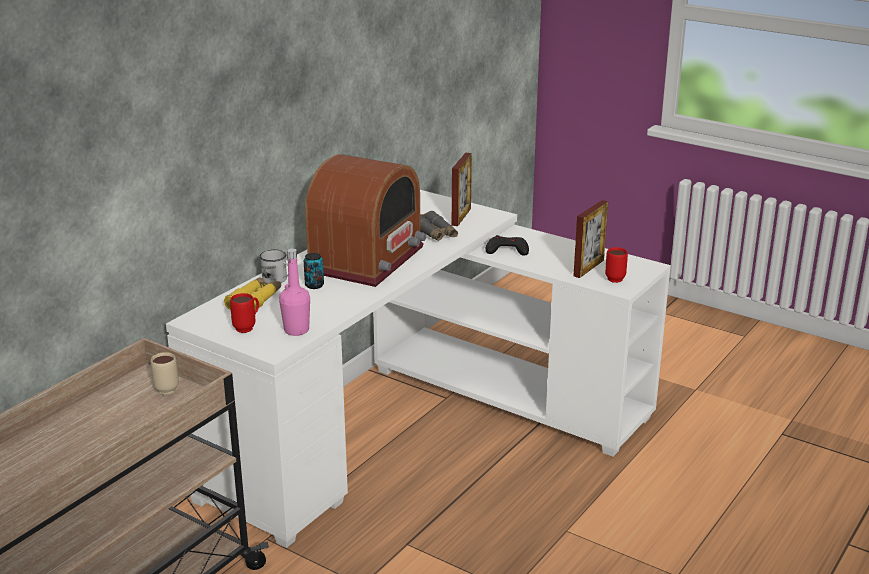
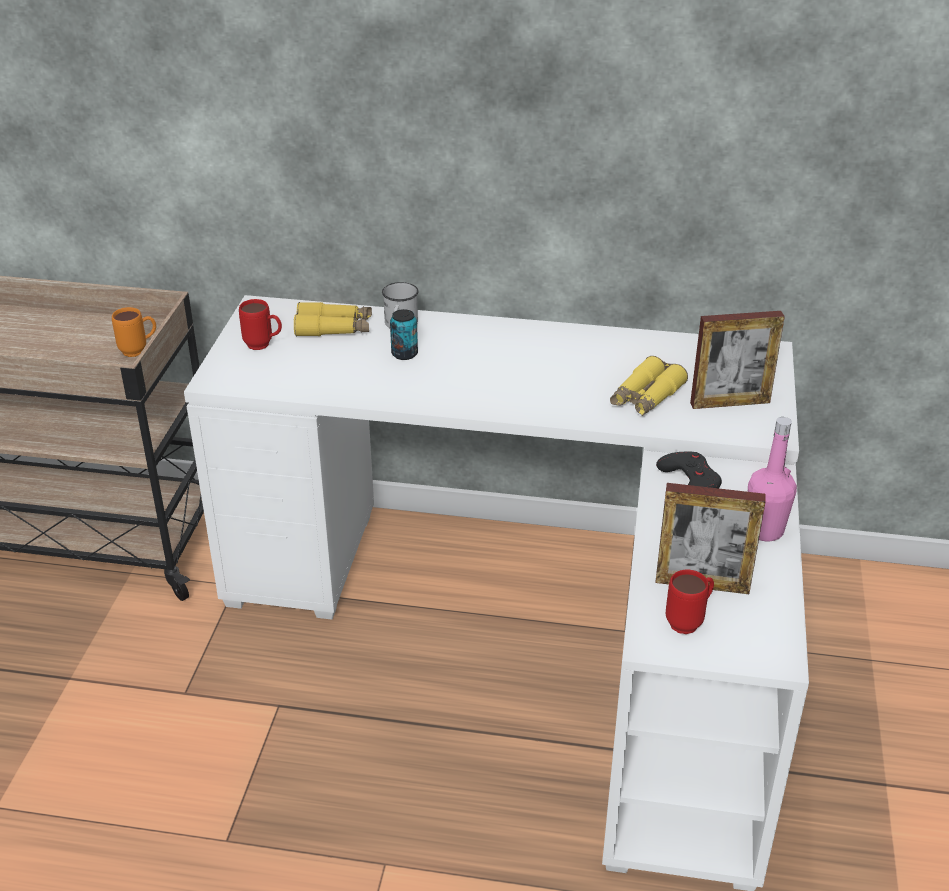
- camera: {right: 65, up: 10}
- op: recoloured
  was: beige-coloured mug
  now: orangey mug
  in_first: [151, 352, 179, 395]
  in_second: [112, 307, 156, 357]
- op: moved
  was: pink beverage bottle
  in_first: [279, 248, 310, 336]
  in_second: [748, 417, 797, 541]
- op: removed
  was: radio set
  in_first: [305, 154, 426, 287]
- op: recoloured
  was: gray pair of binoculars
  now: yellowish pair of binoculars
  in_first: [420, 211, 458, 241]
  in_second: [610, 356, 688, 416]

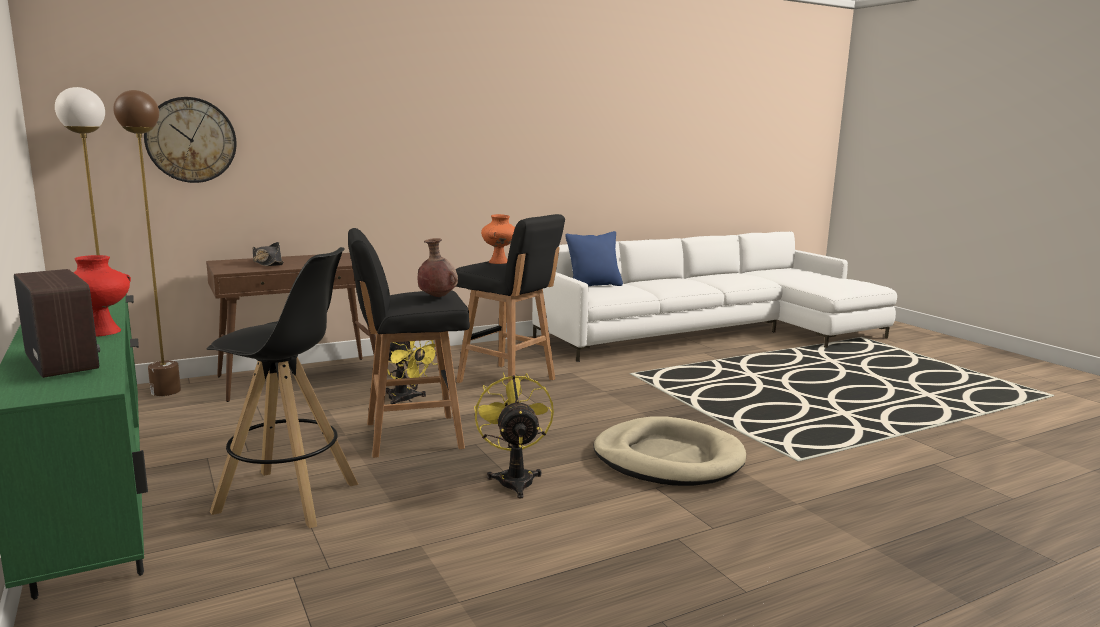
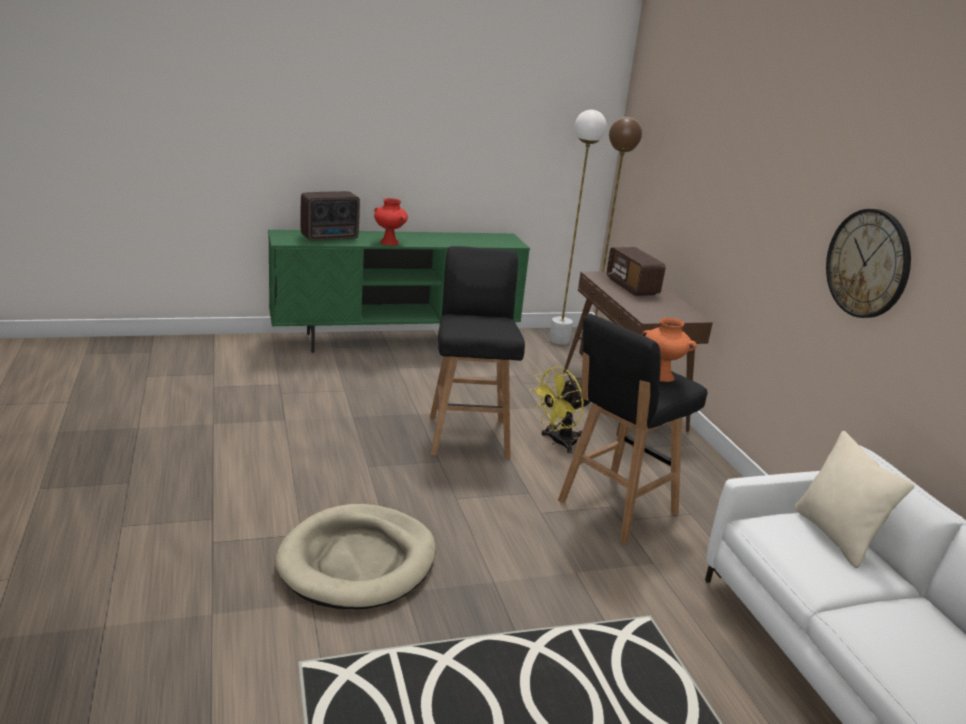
- camera: {right: 100, up: 10}
- op: moved
  was: clock on the wall
  in_first: [144, 97, 237, 183]
  in_second: [826, 209, 911, 318]
- op: removed
  was: black-coloured stool seat
  in_first: [207, 247, 359, 528]
- op: replaced
  was: black-coloured hat
  now: radio set
  in_first: [252, 242, 284, 266]
  in_second: [607, 247, 666, 296]
- op: removed
  was: brown decorative vase
  in_first: [418, 238, 458, 297]
- op: removed
  was: yellowish fan
  in_first: [474, 372, 554, 499]
- op: recoloured
  was: blue cushion
  now: beige-coloured cushion
  in_first: [565, 231, 623, 286]
  in_second: [794, 431, 915, 568]

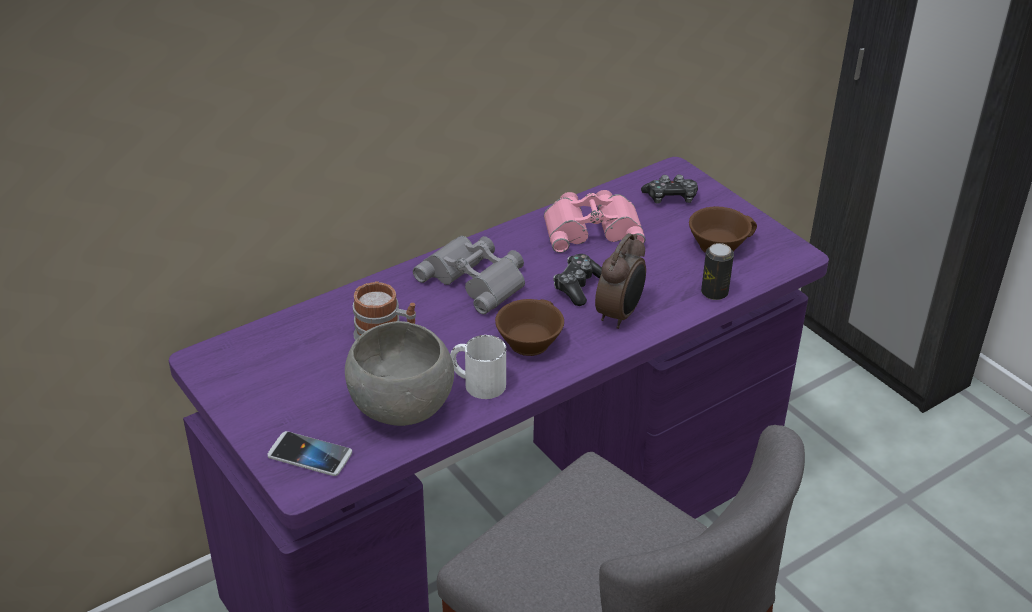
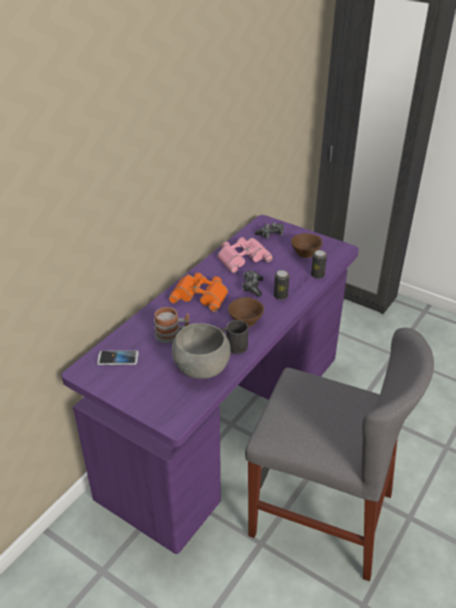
- camera: {right: -20, up: 0}
- op: moved
  was: telephone
  in_first: [267, 431, 352, 476]
  in_second: [97, 350, 139, 365]
- op: recoloured
  was: gray pair of binoculars
  now: orangey pair of binoculars
  in_first: [413, 236, 525, 314]
  in_second: [169, 273, 228, 312]
- op: recoloured
  was: white mug
  now: black-coloured mug
  in_first: [450, 335, 506, 399]
  in_second: [220, 320, 248, 354]
- op: replaced
  was: alarm clock
  now: metal can
  in_first: [595, 233, 646, 329]
  in_second: [274, 270, 289, 300]

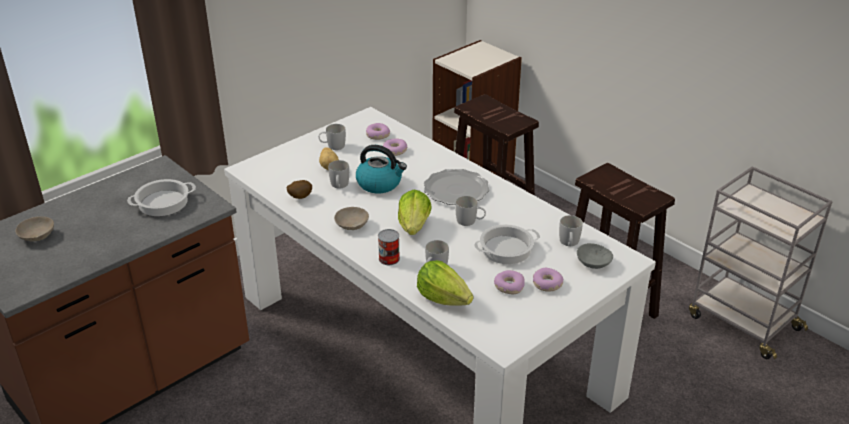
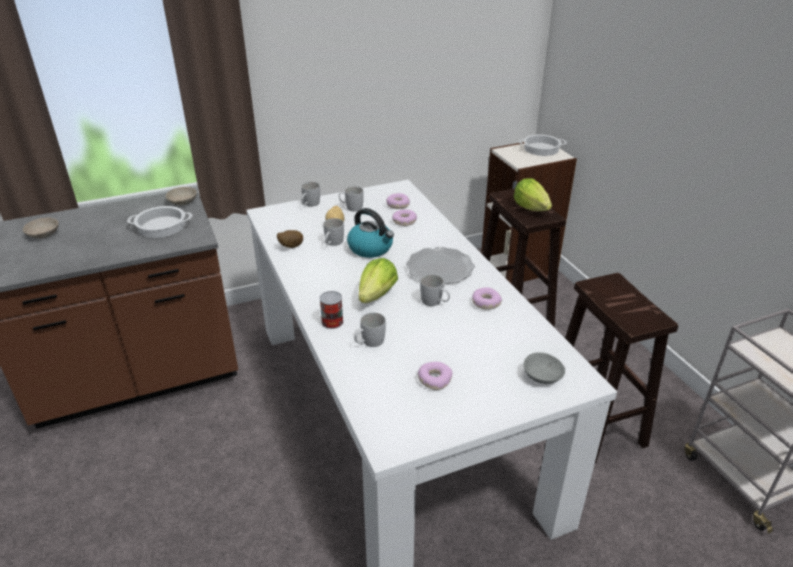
- camera: {right: 20, up: 0}
- op: moved
  was: beige-coloured serving bowl
  in_first: [334, 207, 369, 230]
  in_second: [165, 187, 197, 205]
- op: moved
  was: head of lettuce
  in_first: [417, 260, 473, 305]
  in_second: [514, 178, 552, 211]
- op: moved
  was: stockpot
  in_first: [474, 225, 540, 264]
  in_second: [519, 134, 567, 156]
- op: moved
  was: ring doughnut
  in_first: [533, 268, 563, 292]
  in_second: [472, 287, 502, 310]
- op: moved
  was: white mug
  in_first: [559, 215, 583, 246]
  in_second: [301, 182, 320, 207]

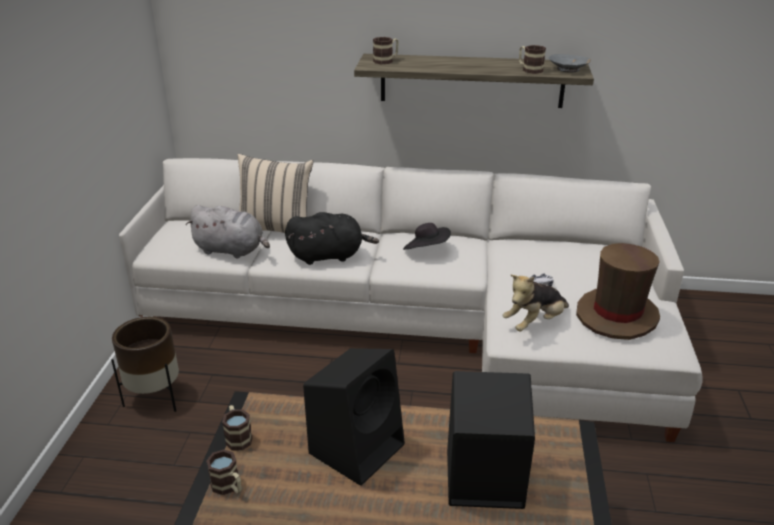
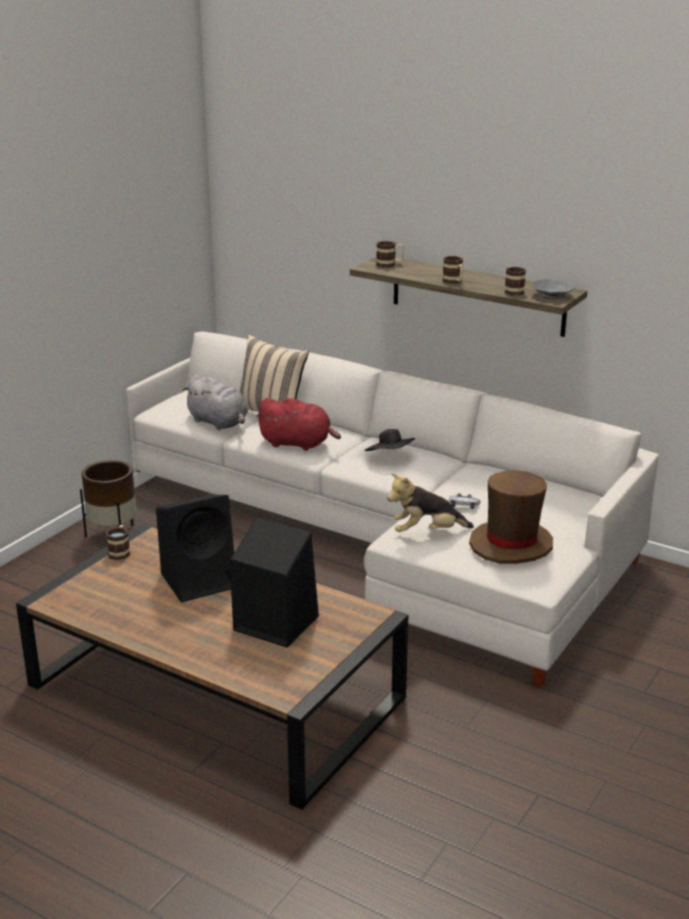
- camera: {right: 25, up: -5}
- op: moved
  was: mug
  in_first: [206, 449, 242, 495]
  in_second: [442, 256, 463, 284]
- op: recoloured
  was: black-coloured cuddly toy
  now: reddish cuddly toy
  in_first: [285, 212, 379, 265]
  in_second: [256, 398, 341, 451]

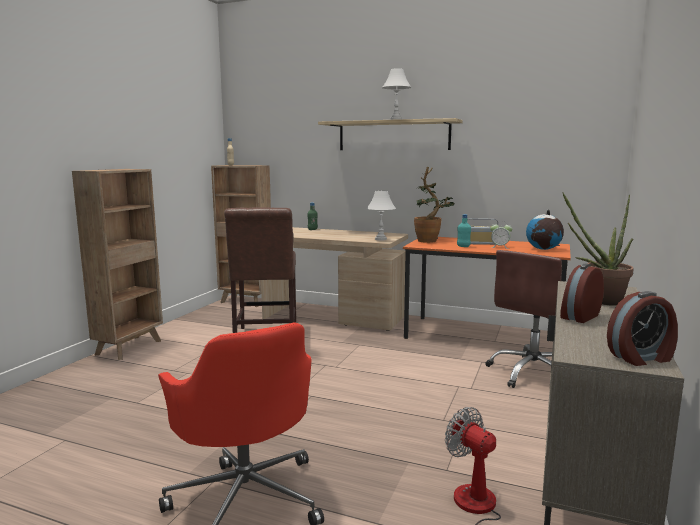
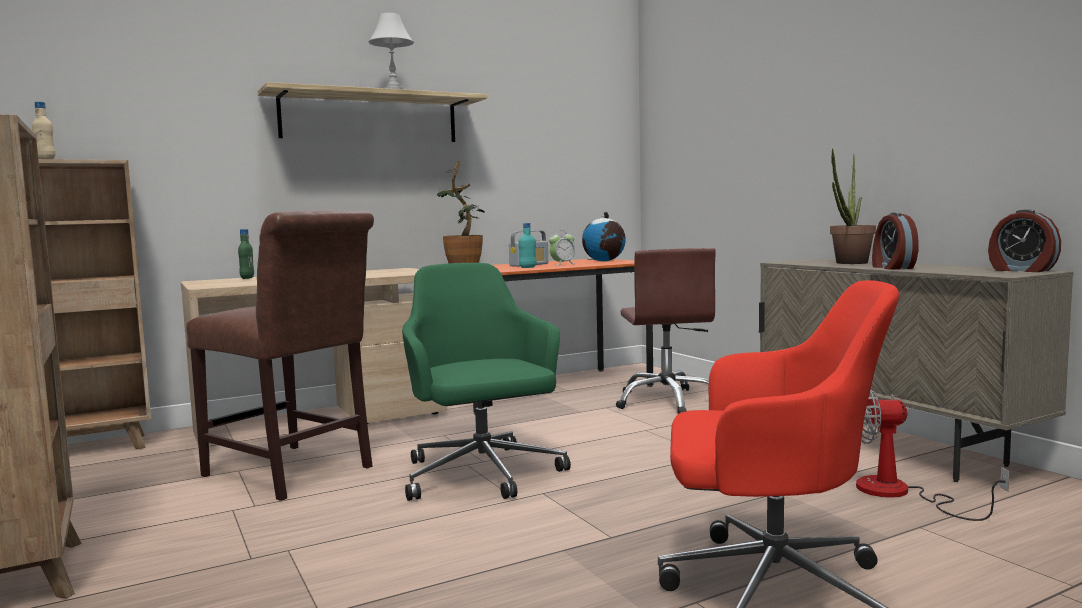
- camera: {right: -50, up: -5}
- op: removed
  was: white lamp for a table
  in_first: [366, 190, 396, 241]
- op: turned
  was: alarm clock
  in_first: [607, 291, 678, 366]
  in_second: [988, 209, 1061, 272]
  clockwise: 120
- op: added
  now: green-coloured office chair
  in_second: [402, 263, 571, 501]

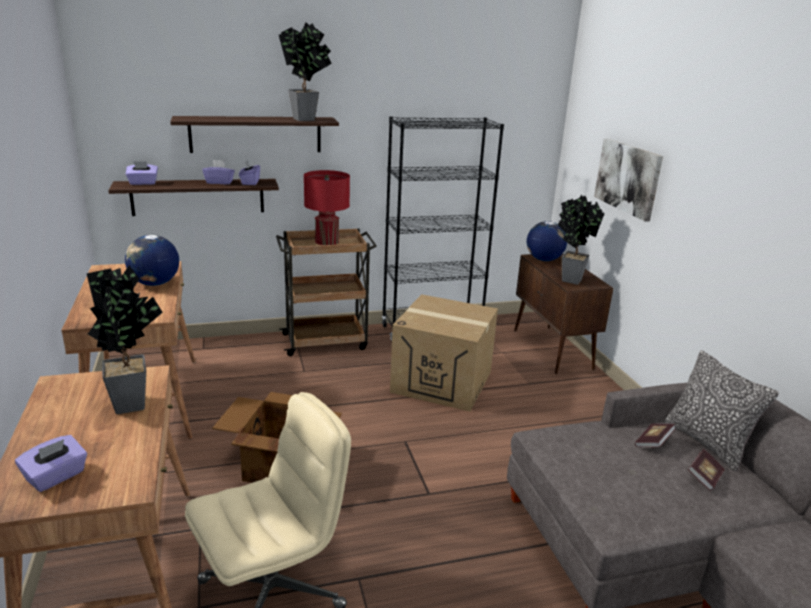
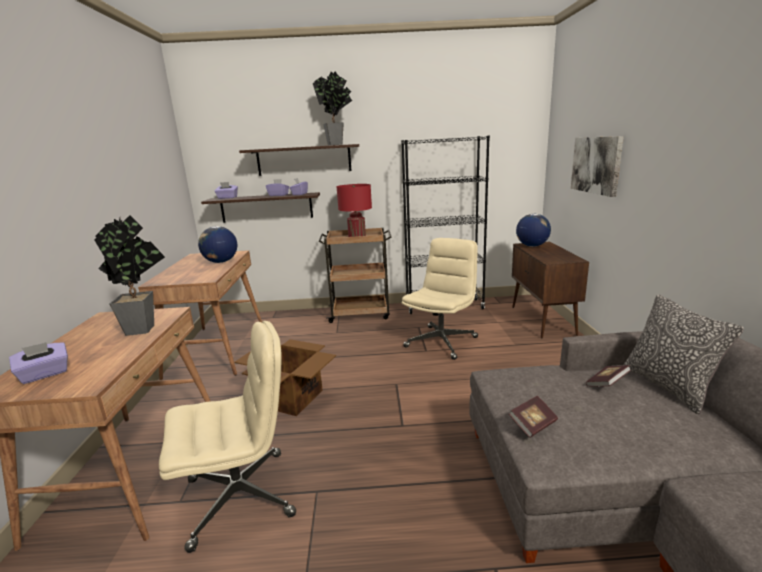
- camera: {right: 15, up: -5}
- op: replaced
  was: cardboard box
  now: beige-coloured office chair
  in_first: [390, 294, 498, 411]
  in_second: [402, 238, 478, 360]
- op: removed
  was: potted plant
  in_first: [558, 195, 605, 285]
- op: moved
  was: bound book
  in_first: [688, 449, 725, 491]
  in_second: [509, 395, 558, 438]

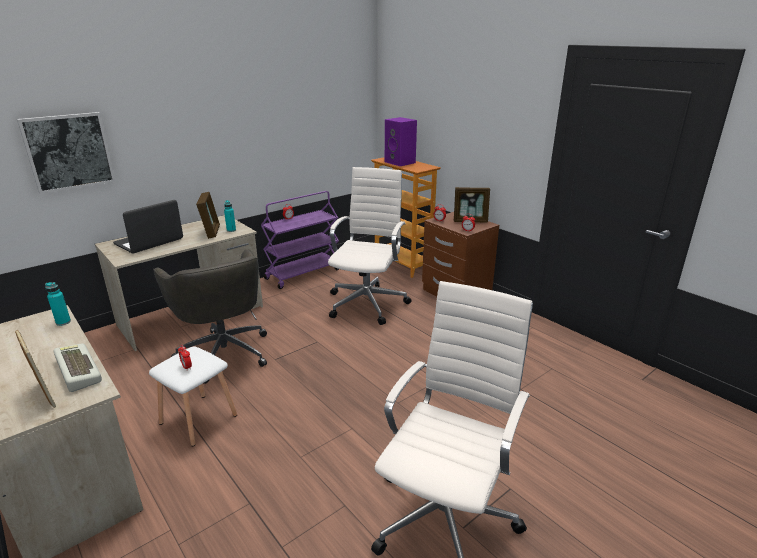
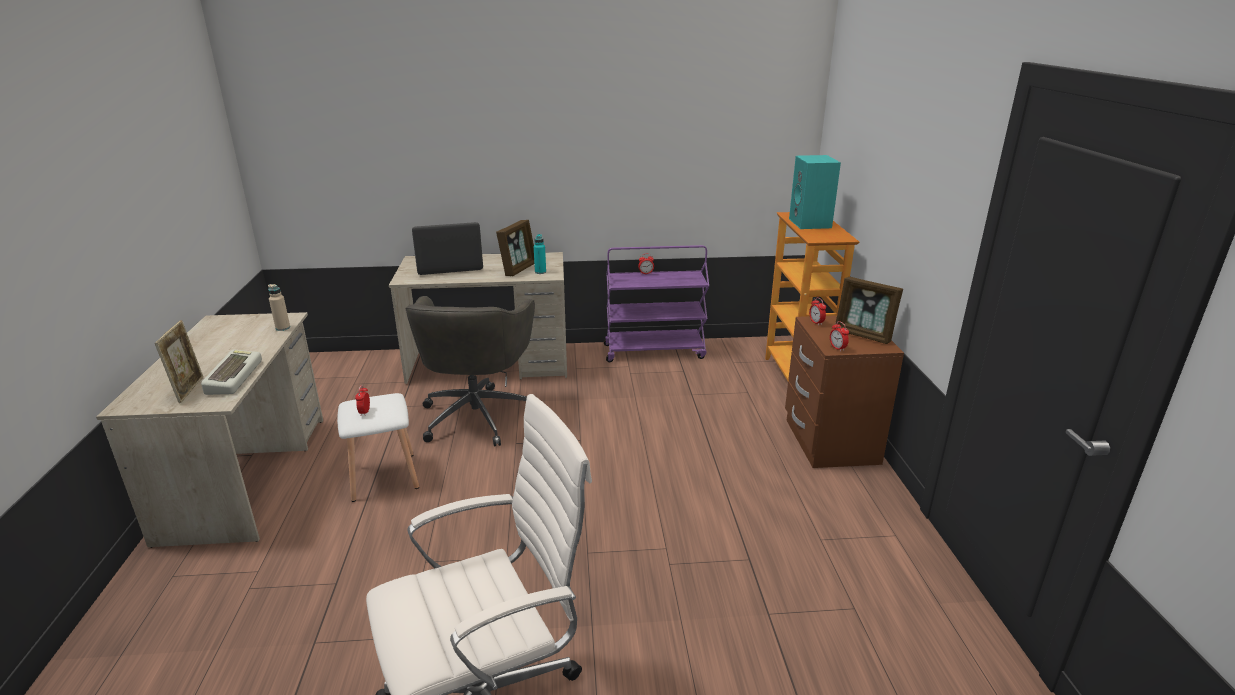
- camera: {right: 35, up: 0}
- op: removed
  was: wall art
  in_first: [17, 112, 116, 194]
- op: recoloured
  was: turquoise beverage bottle
  now: beige-coloured beverage bottle
  in_first: [45, 282, 71, 326]
  in_second: [268, 284, 290, 331]
- op: removed
  was: white office chair
  in_first: [328, 167, 412, 325]
- op: recoloured
  was: purple audio speaker
  now: turquoise audio speaker
  in_first: [385, 117, 417, 166]
  in_second: [789, 155, 841, 229]

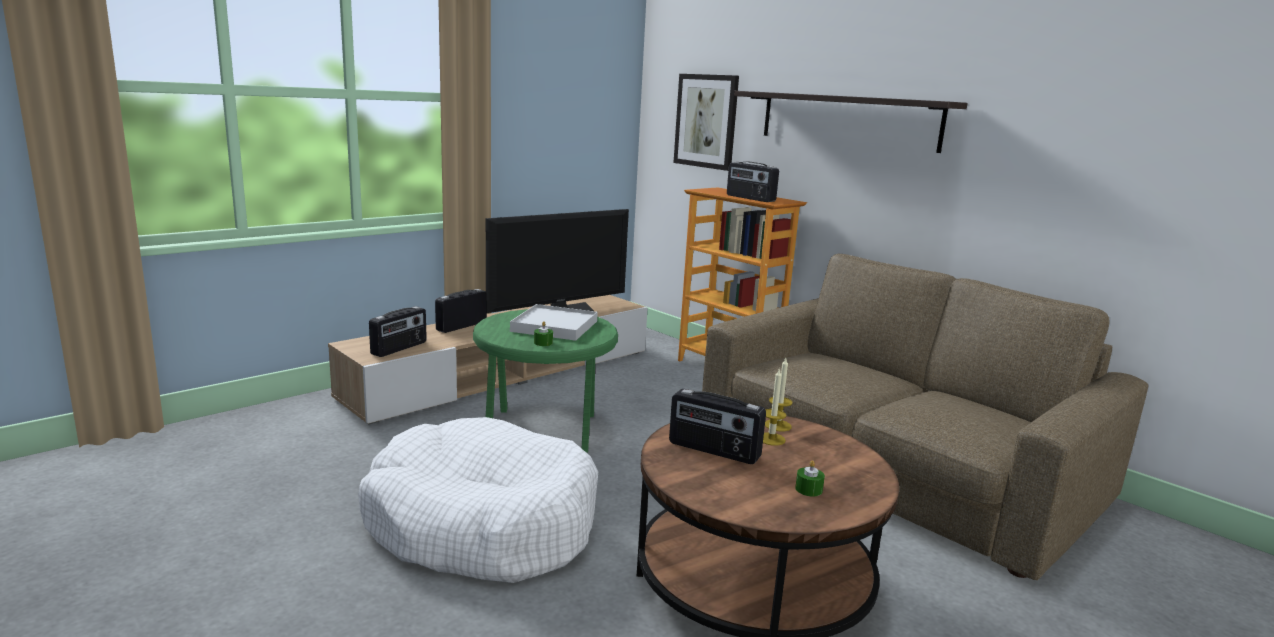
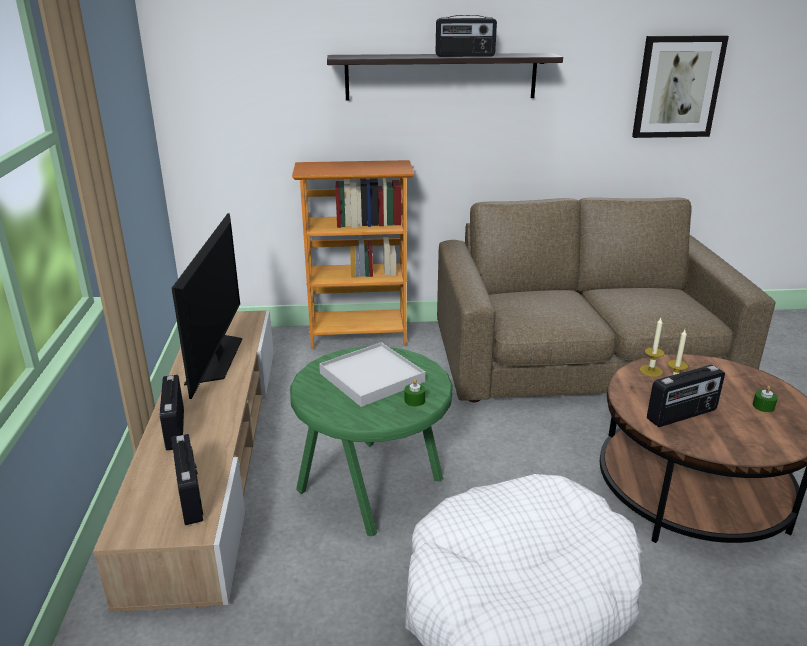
- camera: {right: -50, up: 10}
- op: moved
  was: wall art
  in_first: [673, 74, 739, 171]
  in_second: [632, 35, 729, 138]
- op: moved
  was: radio set
  in_first: [727, 162, 779, 202]
  in_second: [436, 15, 497, 57]

